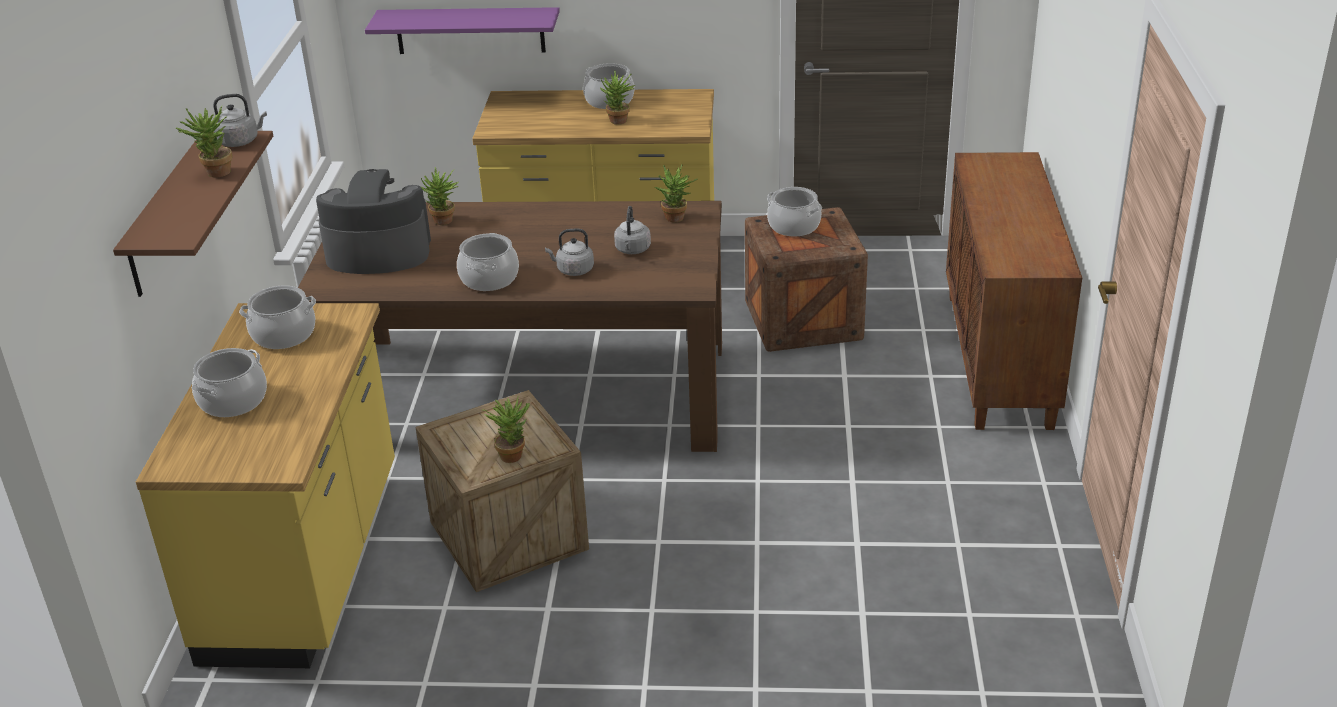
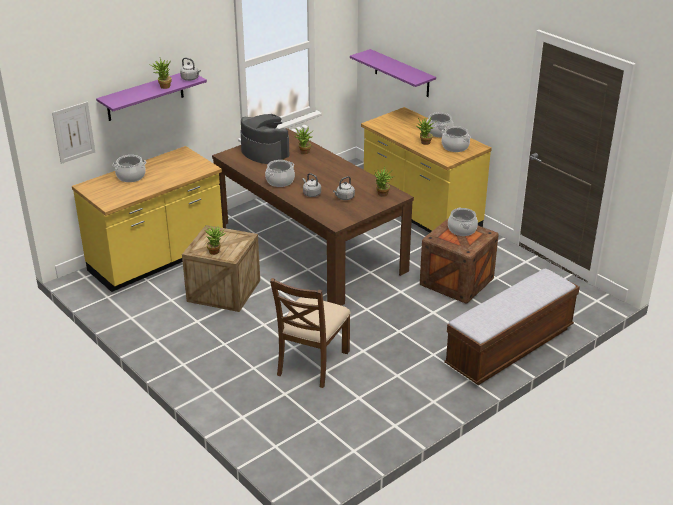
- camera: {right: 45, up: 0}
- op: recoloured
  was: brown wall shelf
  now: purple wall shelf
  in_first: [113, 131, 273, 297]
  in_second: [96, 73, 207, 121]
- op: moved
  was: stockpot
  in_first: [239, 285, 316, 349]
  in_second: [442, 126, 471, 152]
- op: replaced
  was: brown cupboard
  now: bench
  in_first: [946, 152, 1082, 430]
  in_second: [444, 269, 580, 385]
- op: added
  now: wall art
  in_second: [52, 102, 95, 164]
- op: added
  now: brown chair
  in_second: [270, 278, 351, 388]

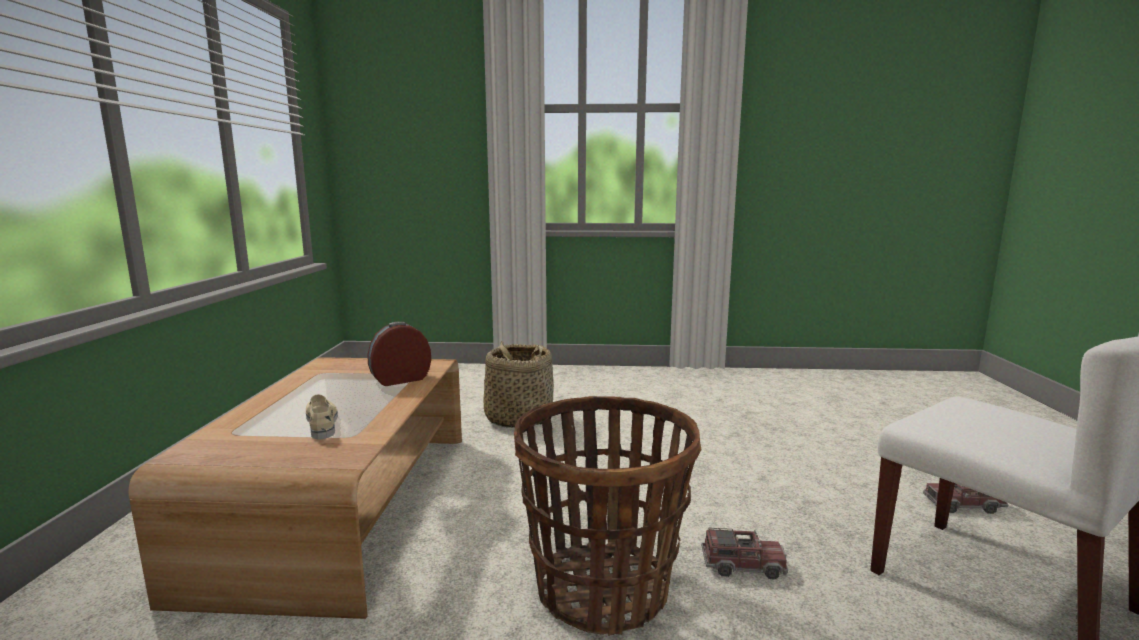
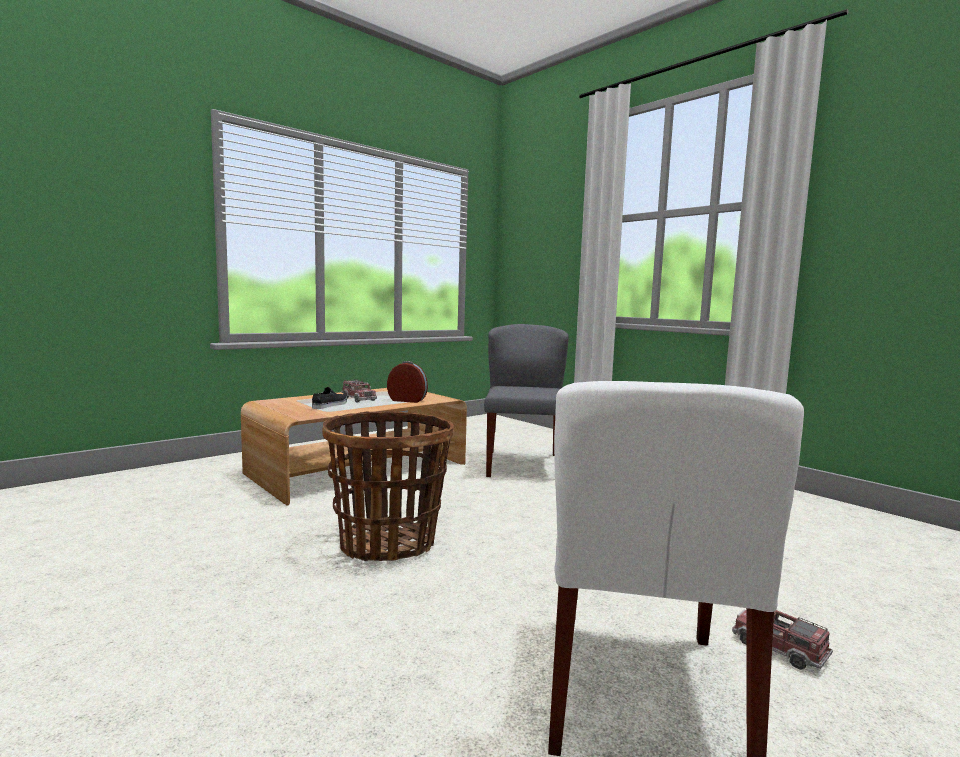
- camera: {right: 45, up: -5}
- op: recoloured
  was: beige-coloured low shoe
  now: black-coloured low shoe
  in_first: [306, 394, 338, 440]
  in_second: [312, 387, 347, 409]
- op: replaced
  was: basket
  now: gray chair
  in_first: [484, 341, 554, 428]
  in_second: [484, 324, 569, 477]
- op: moved
  was: toy lorry
  in_first: [701, 528, 788, 579]
  in_second: [341, 379, 377, 402]

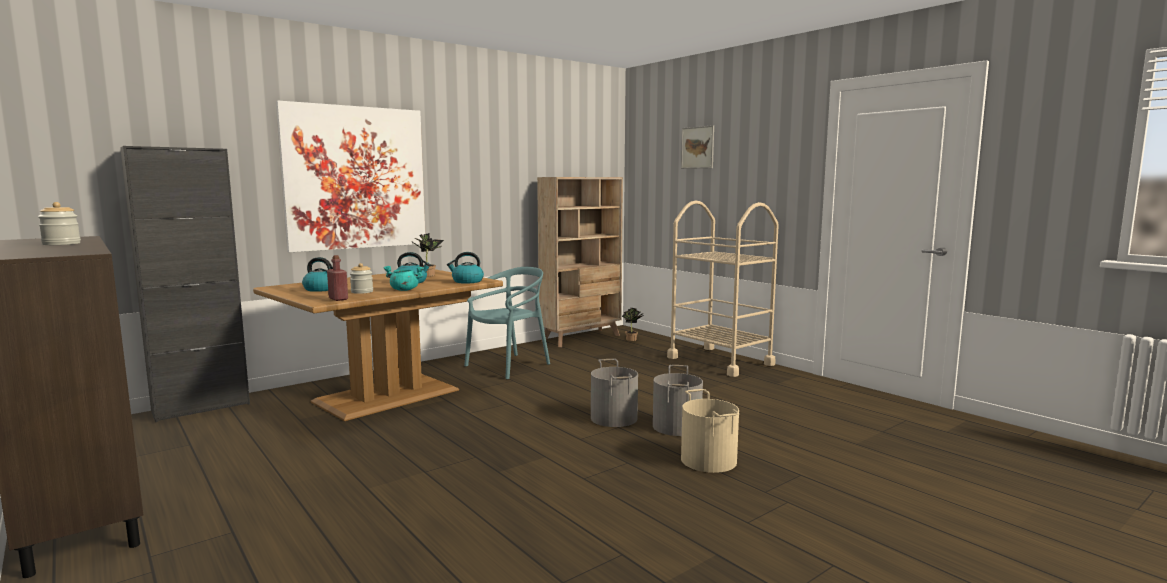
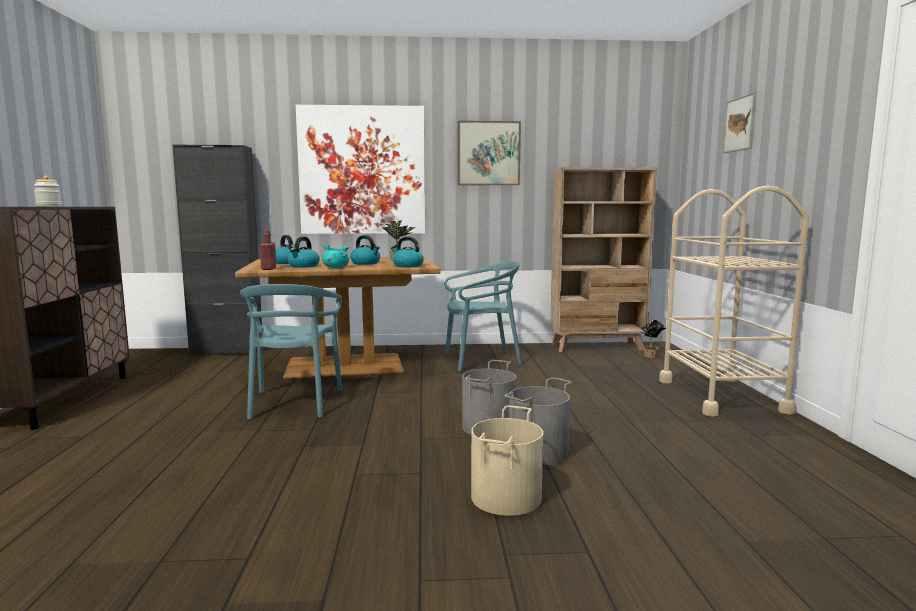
- camera: {right: 35, up: 0}
- op: replaced
  was: preserve jar
  now: kettle
  in_first: [350, 263, 373, 294]
  in_second: [288, 237, 320, 268]
- op: added
  now: turquoise chair
  in_second: [240, 284, 342, 420]
- op: added
  now: wall art
  in_second: [458, 121, 521, 185]

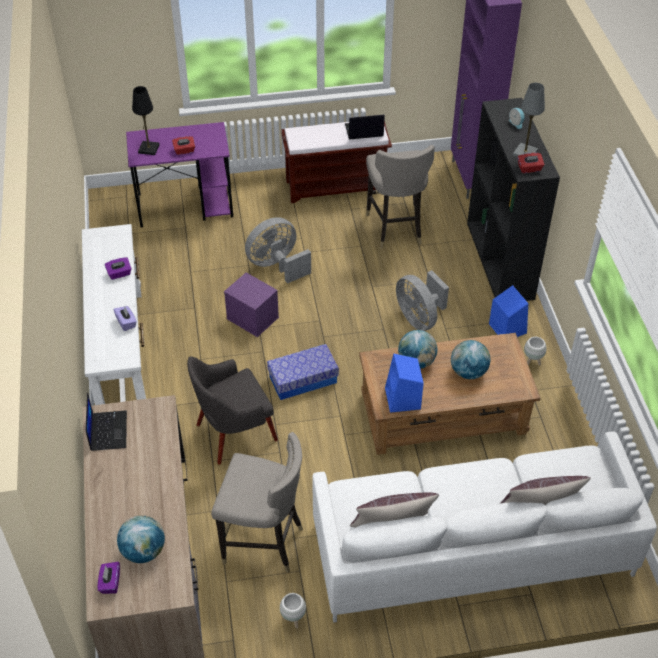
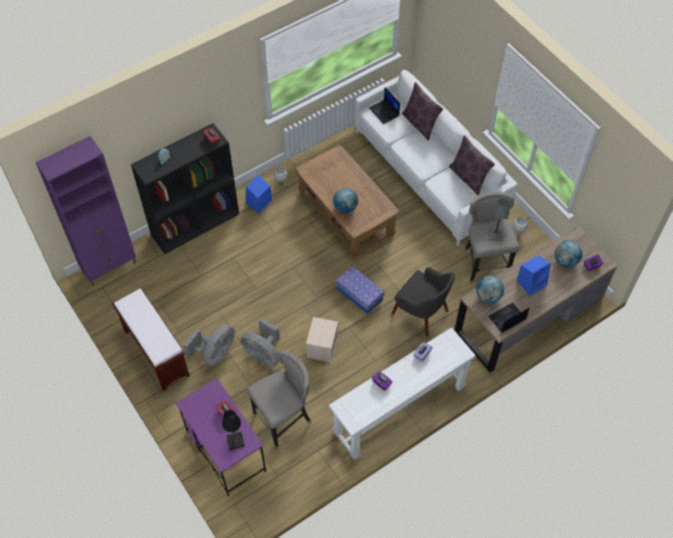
- camera: {right: -115, up: 10}
- op: recoloured
  was: purple storage box
  now: beige-coloured storage box
  in_first: [224, 273, 279, 337]
  in_second: [306, 317, 338, 362]
- op: moved
  was: laptop
  in_first: [345, 114, 385, 139]
  in_second: [369, 88, 400, 124]
- op: moved
  was: gray stool seat
  in_first: [366, 145, 435, 249]
  in_second: [247, 350, 312, 449]
- op: moved
  was: blue audio speaker
  in_first: [385, 354, 424, 413]
  in_second: [517, 255, 551, 295]
- op: moved
  was: gray fan
  in_first: [396, 270, 449, 331]
  in_second: [183, 324, 235, 366]
- op: moved
  was: globe
  in_first: [451, 340, 490, 379]
  in_second: [476, 276, 504, 303]
- op: moved
  was: gray lamp for a table
  in_first: [513, 83, 545, 157]
  in_second: [489, 198, 509, 241]

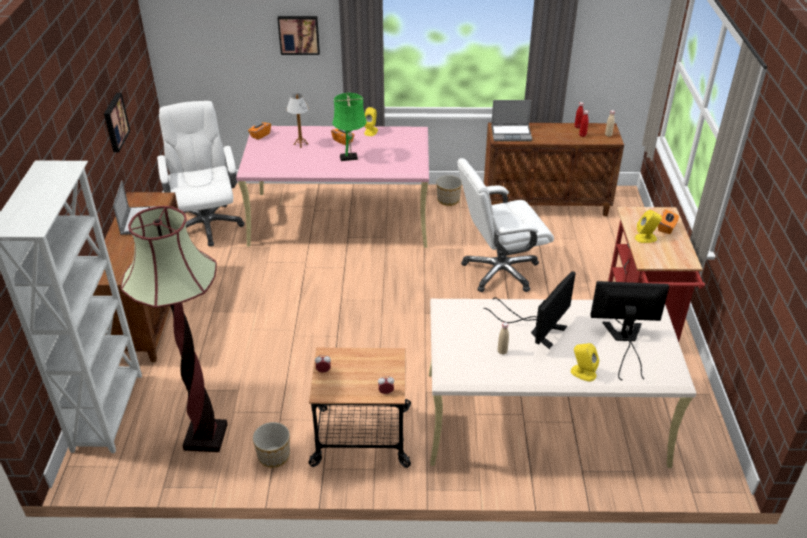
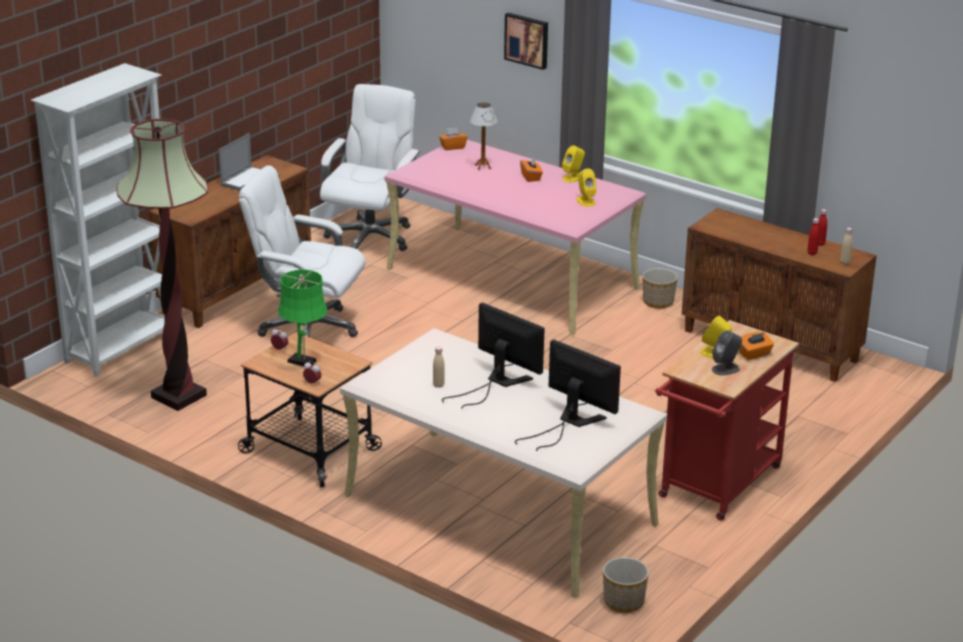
- camera: {right: 35, up: -10}
- op: removed
  was: wall art
  in_first: [104, 93, 130, 152]
- op: moved
  was: plant pot
  in_first: [253, 422, 290, 468]
  in_second: [603, 557, 649, 613]
- op: moved
  was: green-coloured lamp for a table
  in_first: [332, 93, 367, 161]
  in_second: [278, 269, 327, 367]
- op: moved
  was: white office chair
  in_first: [457, 158, 554, 292]
  in_second: [239, 165, 366, 337]
- op: turned
  was: monitor
  in_first: [483, 271, 576, 349]
  in_second: [442, 302, 545, 409]
  clockwise: -120
- op: removed
  was: laptop
  in_first: [491, 100, 532, 141]
- op: moved
  was: yellowish audio speaker
  in_first: [571, 343, 599, 381]
  in_second: [576, 168, 597, 207]
- op: added
  now: gray audio speaker
  in_second: [712, 330, 742, 375]

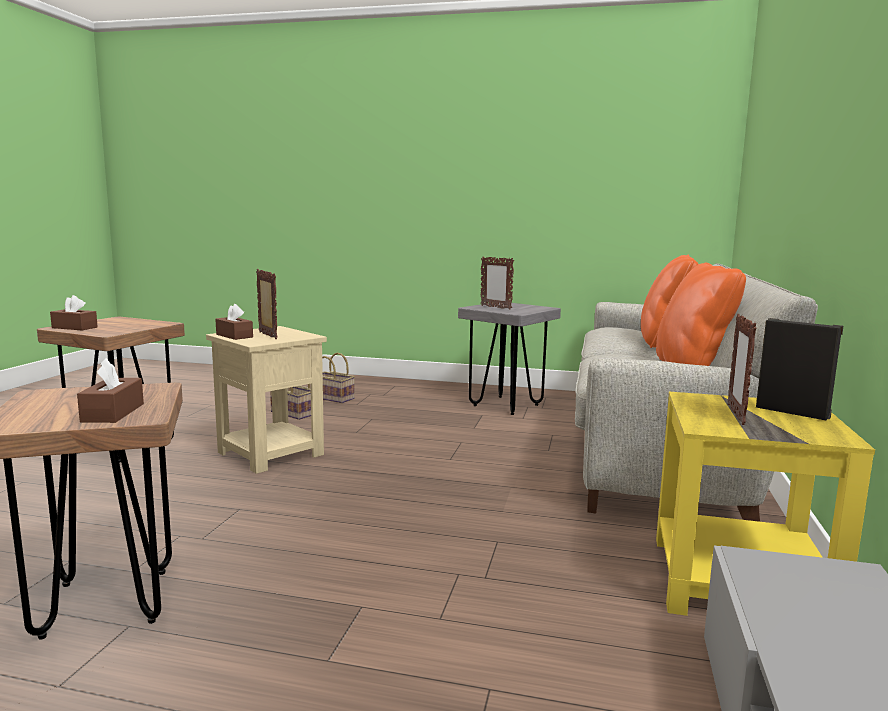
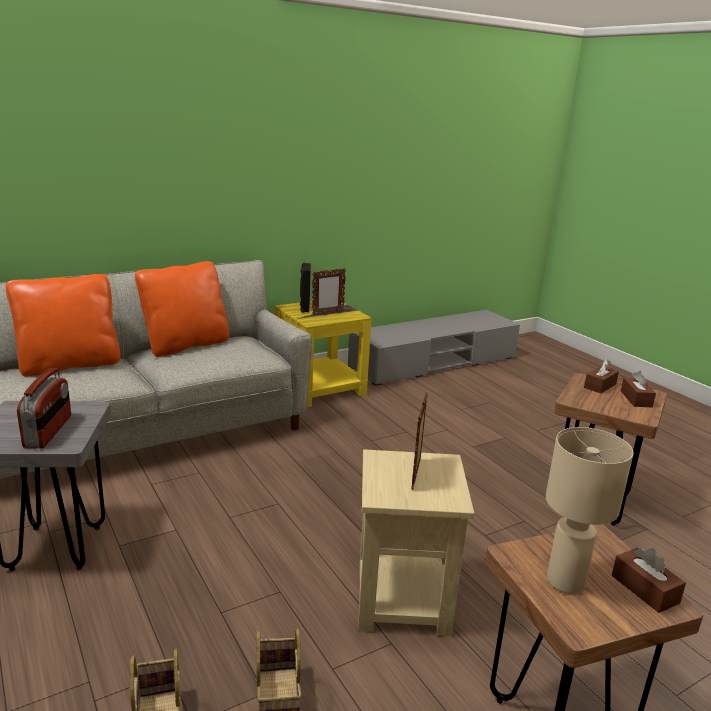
- camera: {right: -135, up: 10}
- op: moved
  was: brown tissue box
  in_first: [215, 304, 253, 340]
  in_second: [621, 371, 656, 407]
- op: replaced
  was: photo frame
  now: radio set
  in_first: [480, 257, 514, 310]
  in_second: [17, 368, 71, 449]
- op: added
  now: beige-coloured lamp for a table
  in_second: [546, 427, 634, 594]

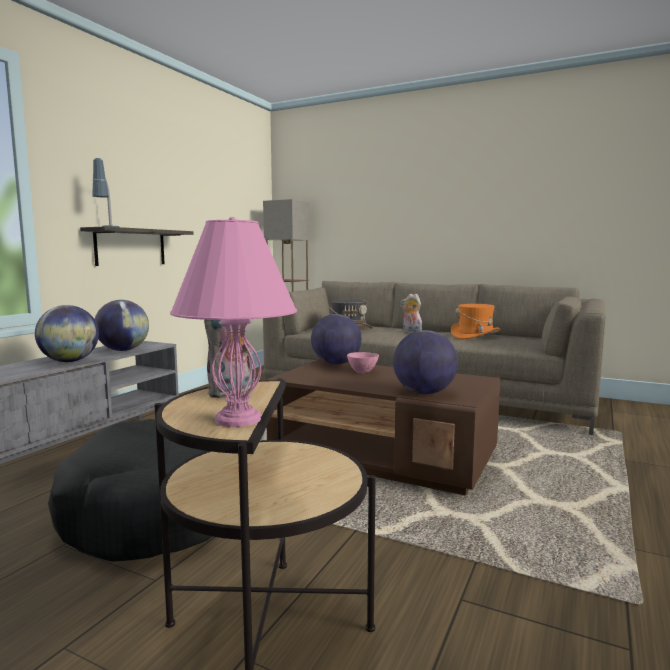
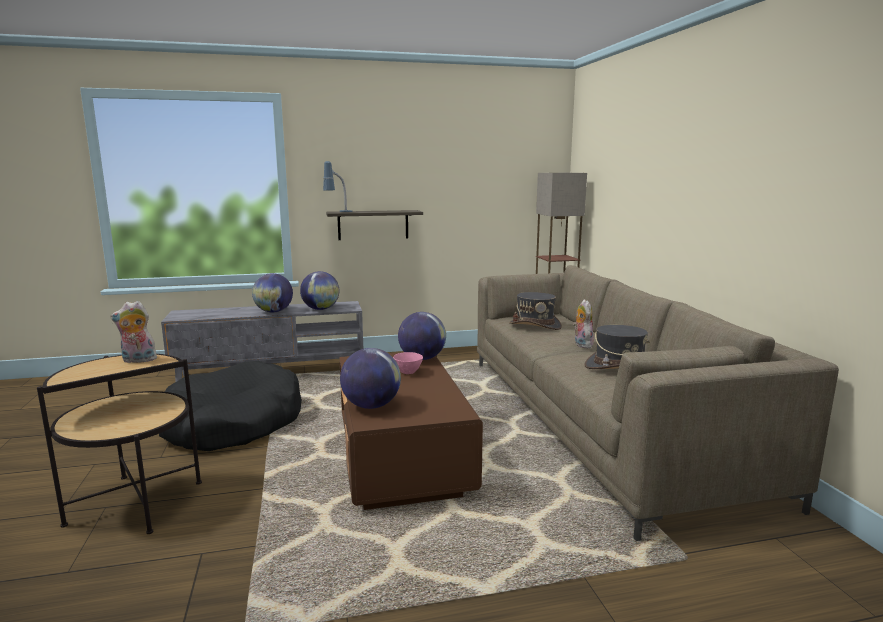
- camera: {right: 50, up: 5}
- op: removed
  was: pink lamp for a table
  in_first: [170, 217, 297, 427]
- op: recoloured
  was: orangey hat
  now: gray hat
  in_first: [451, 304, 500, 339]
  in_second: [585, 325, 650, 369]

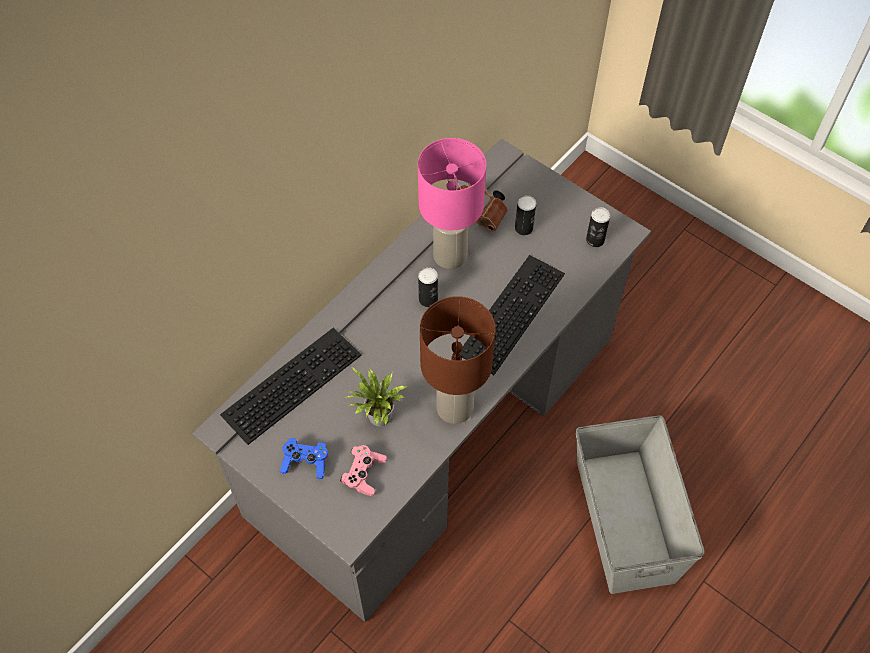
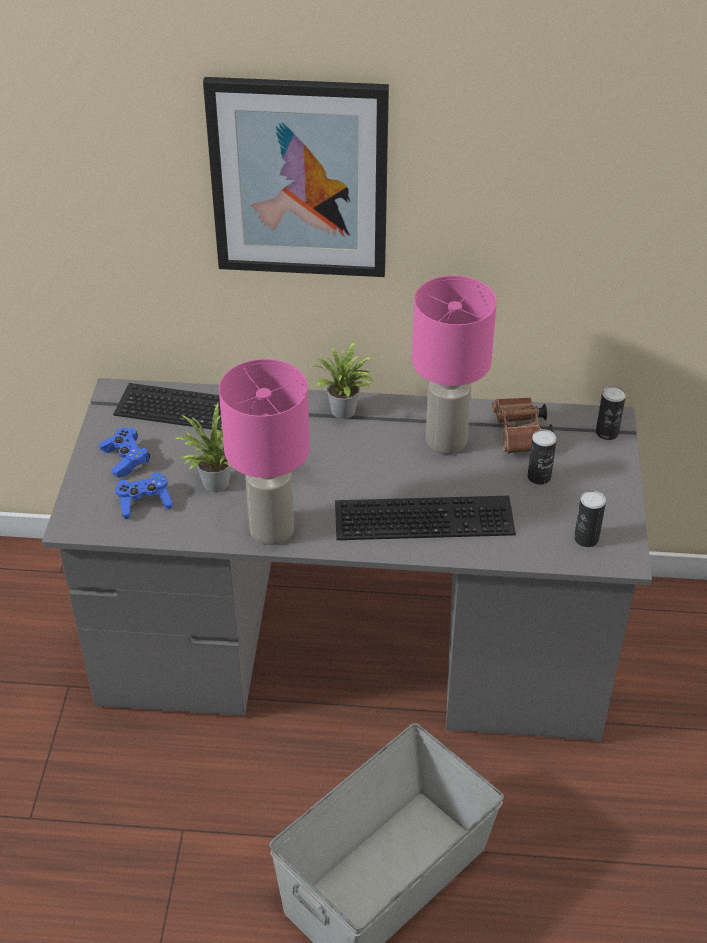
- camera: {right: 55, up: -15}
- op: recoloured
  was: pink game controller
  now: blue game controller
  in_first: [340, 445, 387, 496]
  in_second: [115, 472, 173, 519]
- op: moved
  was: metal can
  in_first: [418, 267, 438, 307]
  in_second: [596, 386, 626, 440]
- op: recoloured
  was: brown lamp for a table
  now: pink lamp for a table
  in_first: [420, 296, 496, 424]
  in_second: [219, 359, 310, 545]
- op: added
  now: wall art
  in_second: [203, 77, 389, 277]
- op: added
  now: potted plant
  in_second: [307, 340, 378, 419]

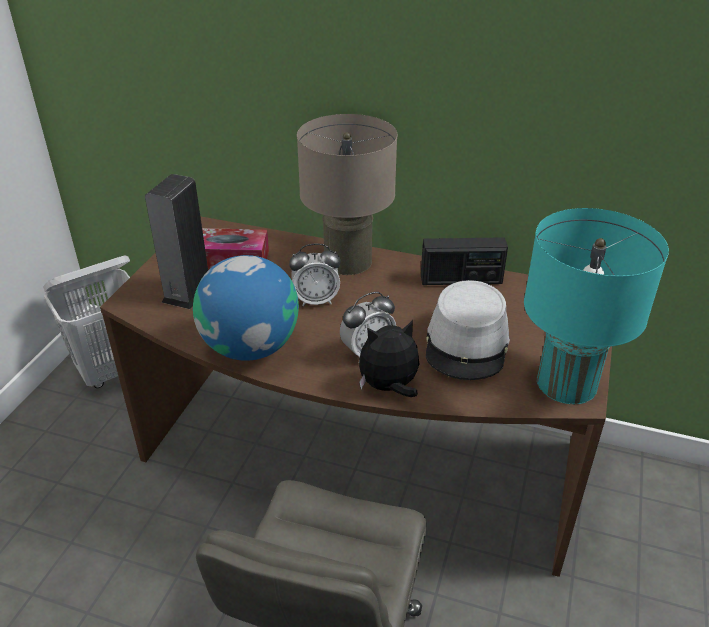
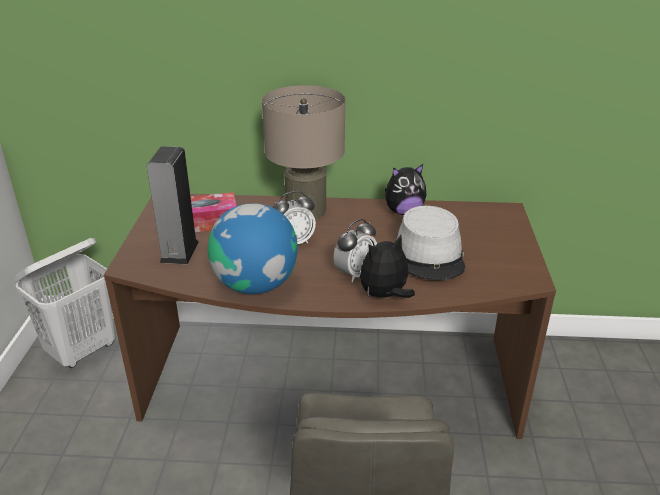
- camera: {right: -15, up: -5}
- op: replaced
  was: radio set
  now: cuddly toy
  in_first: [421, 237, 508, 285]
  in_second: [385, 164, 426, 215]
- op: removed
  was: turquoise lamp for a table
  in_first: [524, 208, 669, 404]

